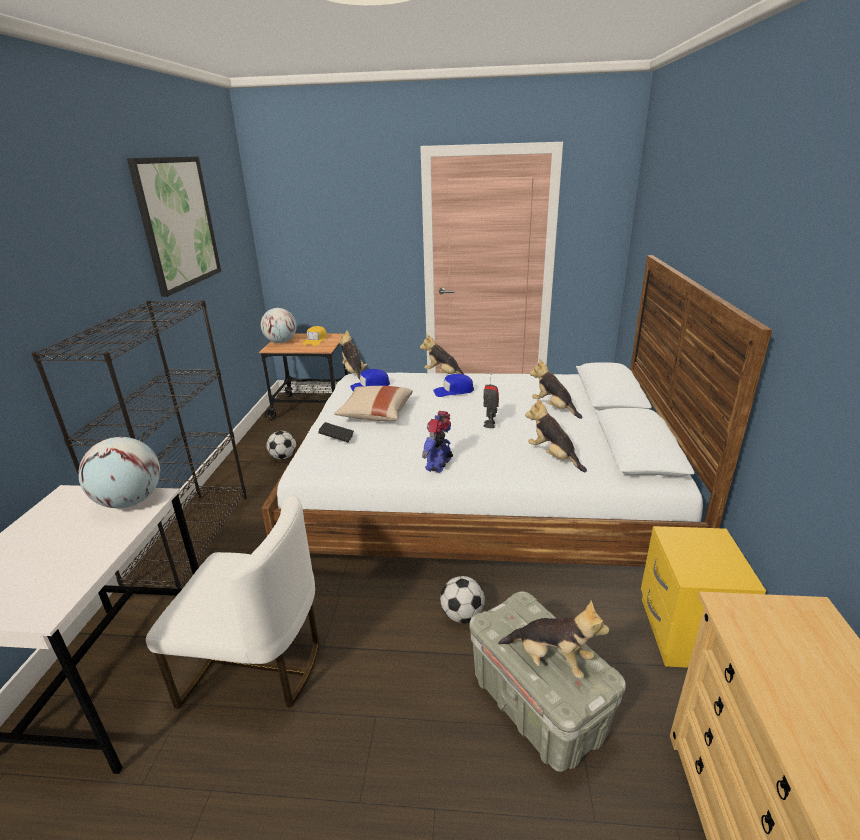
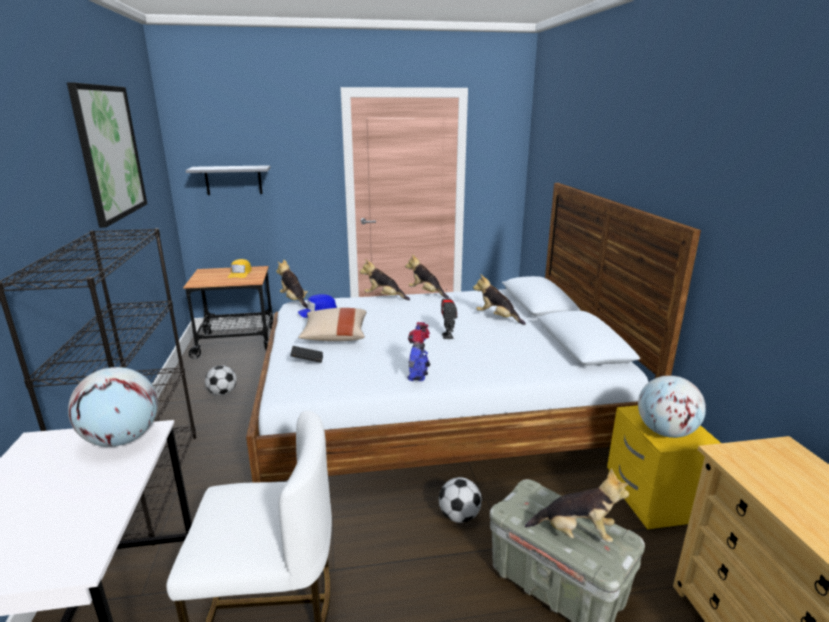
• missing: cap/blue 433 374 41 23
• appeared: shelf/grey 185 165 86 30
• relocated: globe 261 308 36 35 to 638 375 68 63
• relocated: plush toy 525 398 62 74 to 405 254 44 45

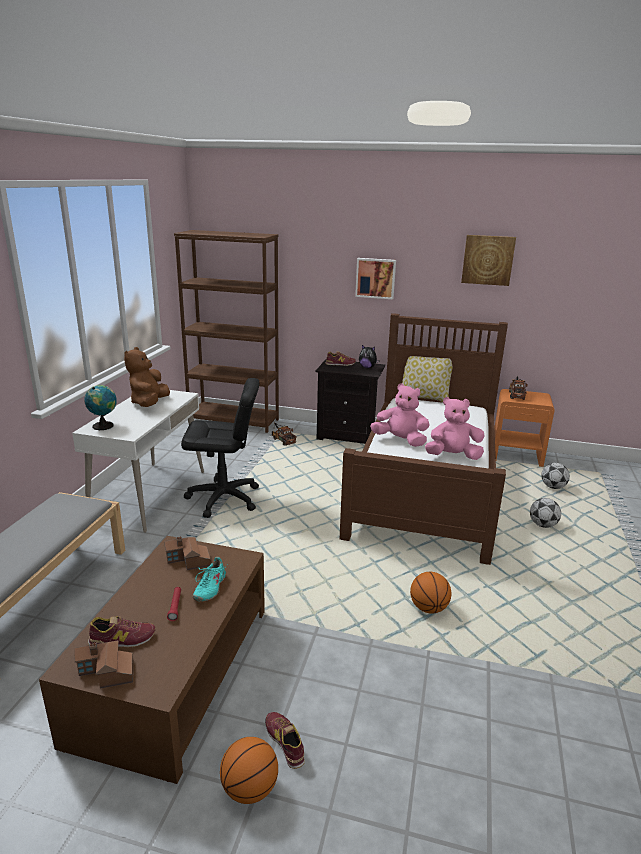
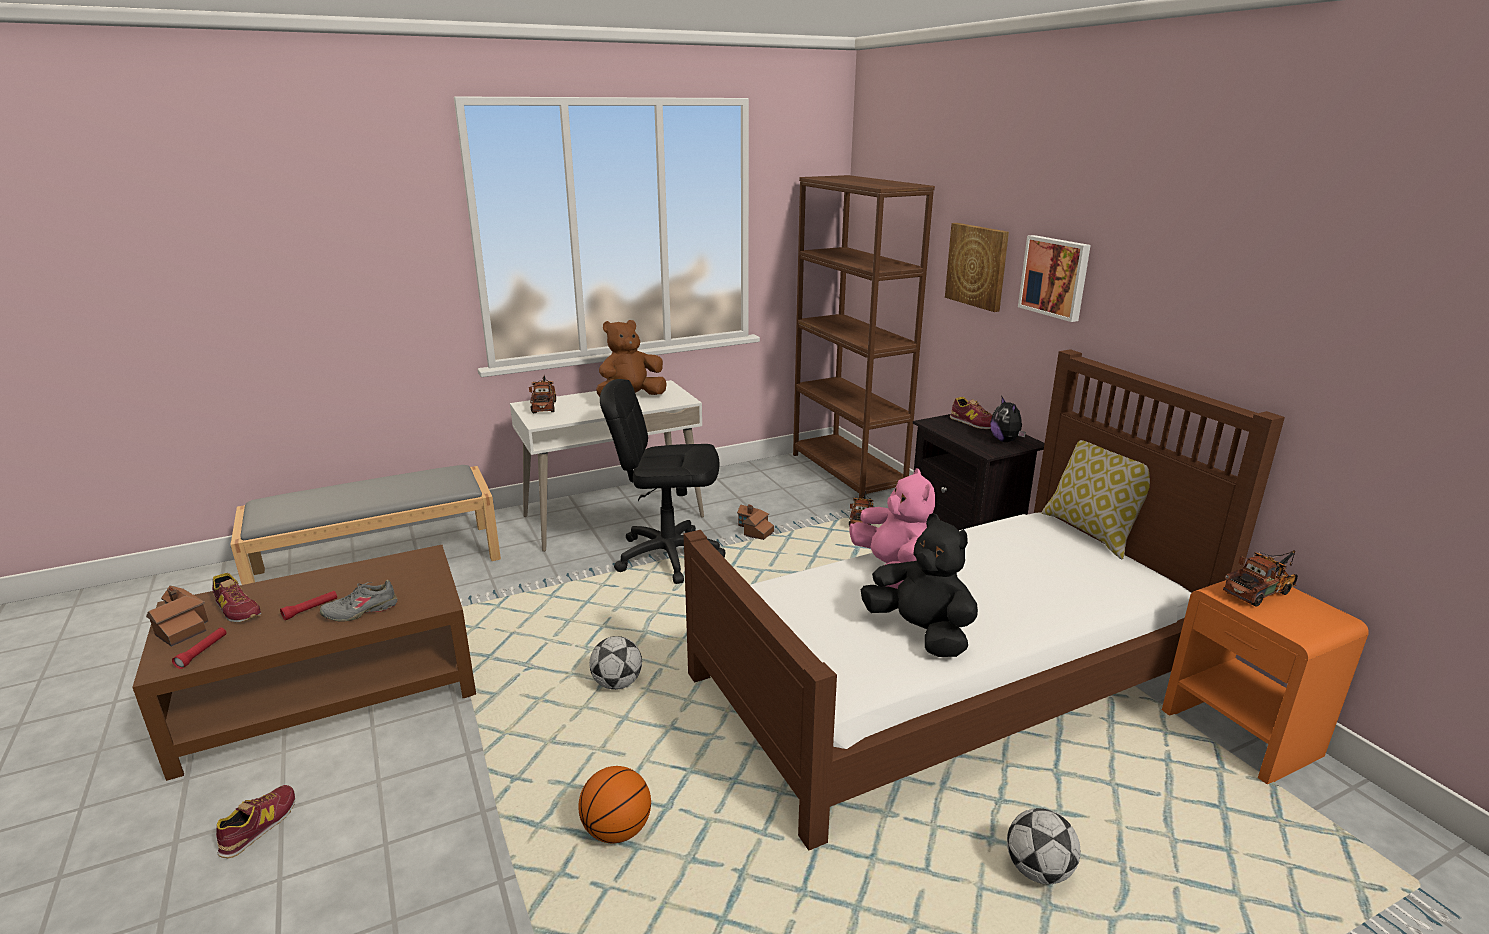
• missing: basketball 220 737 58 67
• appeared: flashlight/red 172 627 54 42
• relocated: toy house 164 536 47 34 to 737 504 37 36
• relocated: picture 461 235 55 51 to 945 223 64 89
• relocated: football 541 463 29 26 to 589 636 53 54
• exchanged: globe 84 385 33 45 to toy truck 529 375 27 38
• colour: shoe/turquoise 192 557 36 45 to shoe/grey 320 580 78 42
• colour: plush toy/pink 425 397 59 63 to plush toy/black 861 514 117 143
• spun: office chair/black 181 378 78 140 = 600 379 126 205 135 degrees clockwise

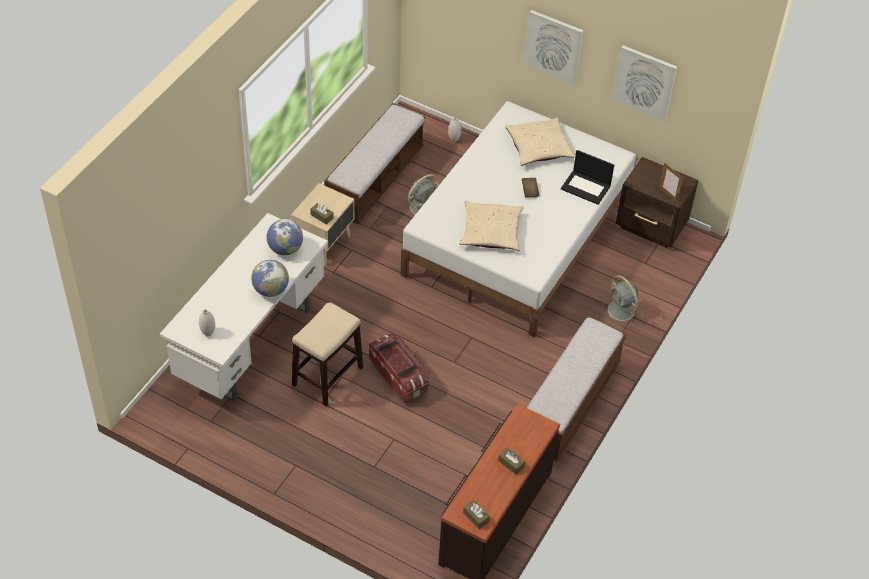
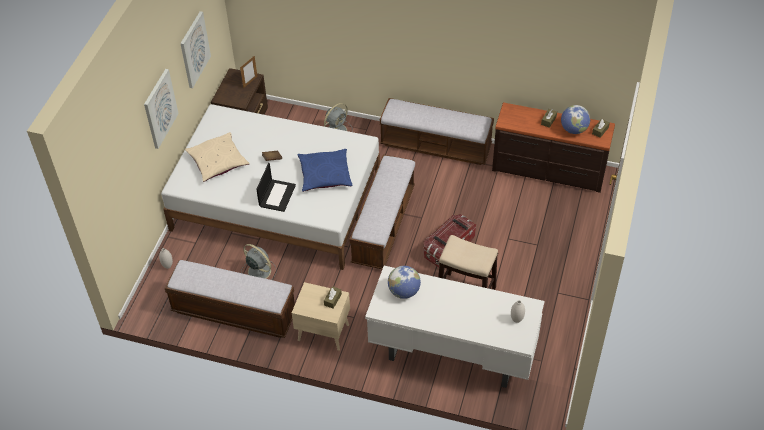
• appeared: bench 349 154 66 115
• relocated: globe 251 260 38 37 to 561 105 29 29
• relocated: laptop 561 150 53 55 to 256 163 40 49
• colour: pillow/beige 459 201 65 50 to pillow/blue 297 149 55 43

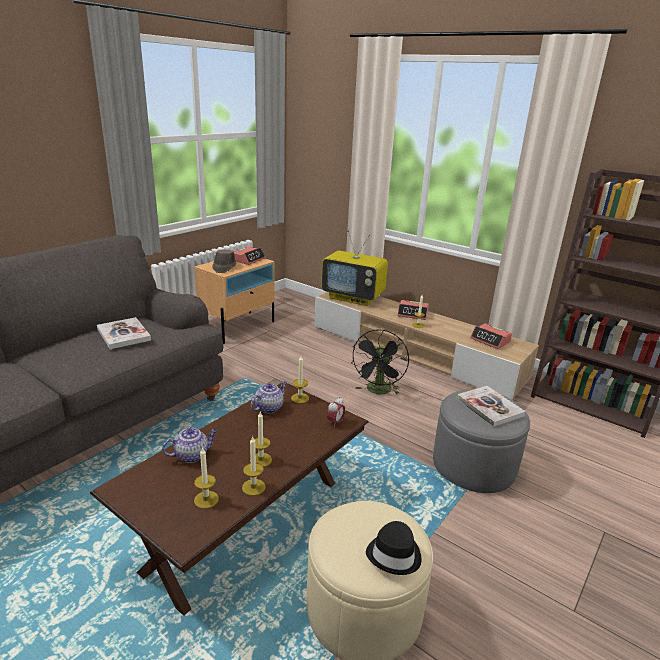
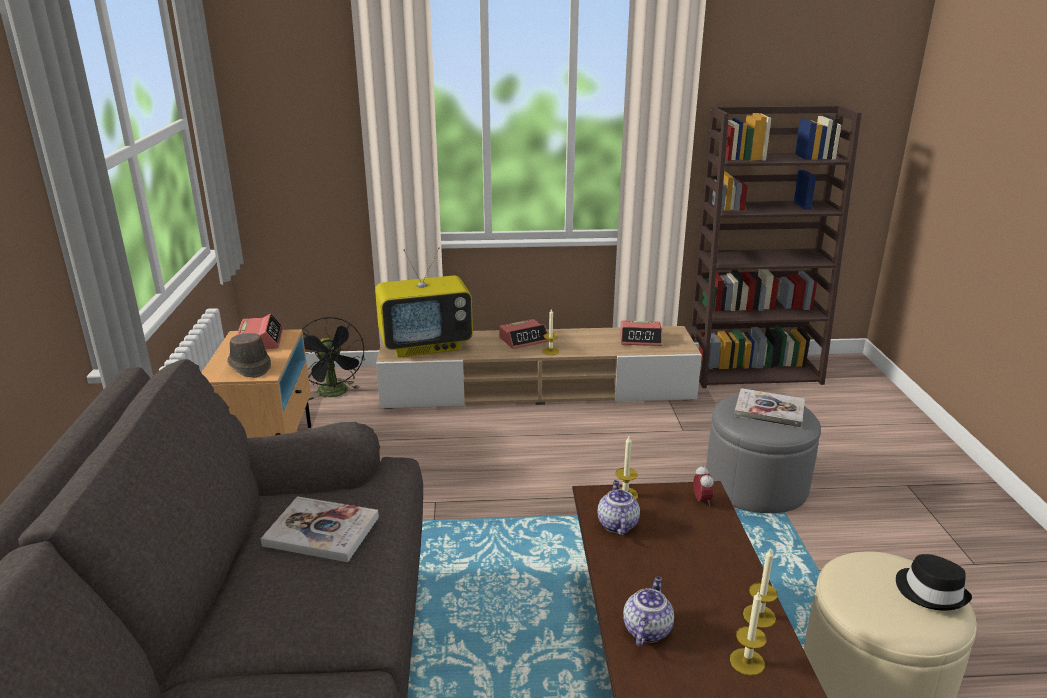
• missing: candle 250 412 22 55
• relocated: fan/black 351 329 58 66 to 302 317 63 84

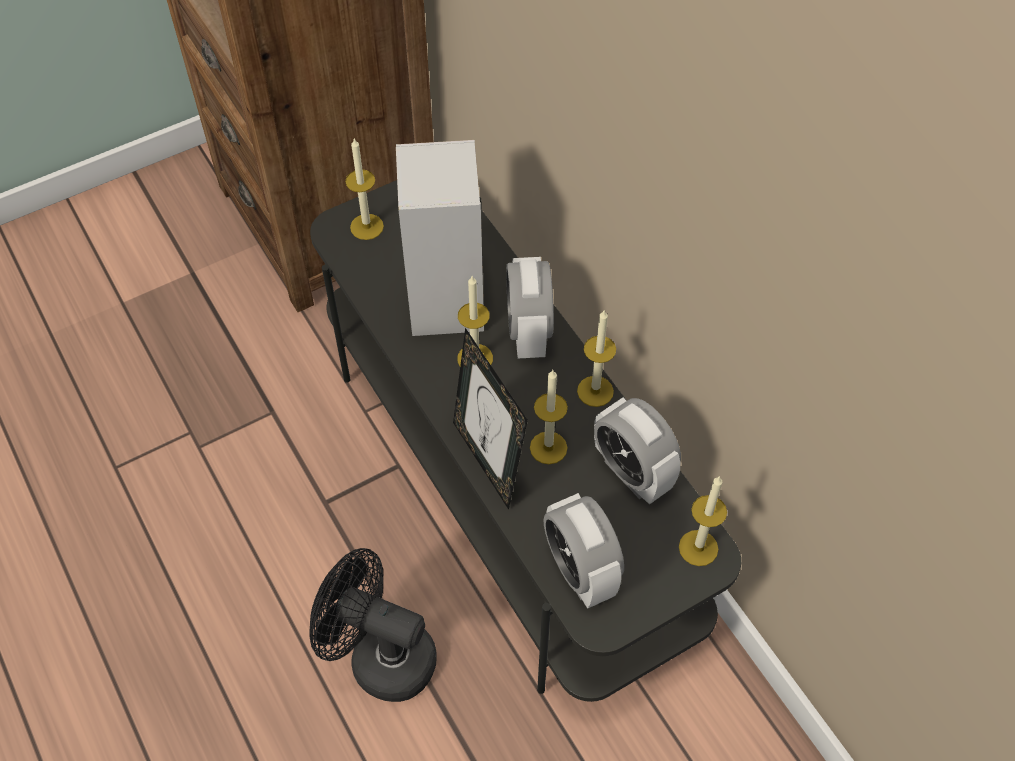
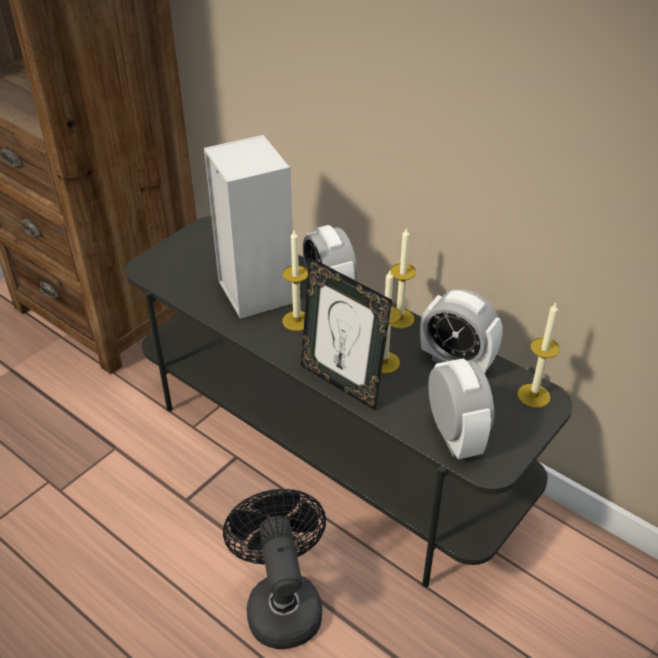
• missing: candle 345 138 39 102
• spun: fan/black 309 548 128 154 = 223 489 103 160 75 degrees clockwise
• spun: alarm clock 543 493 81 116 = 428 359 66 100 150 degrees counterclockwise

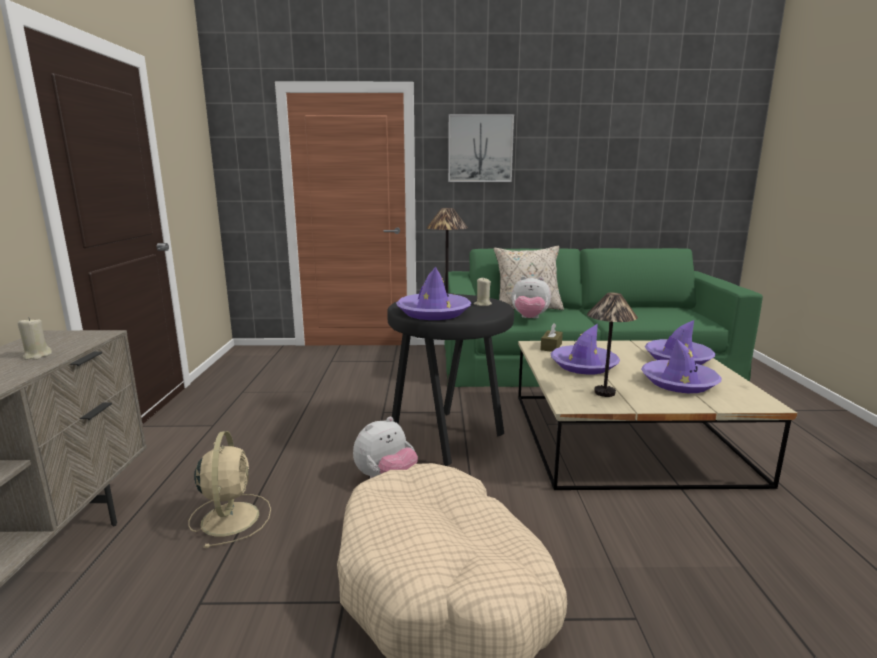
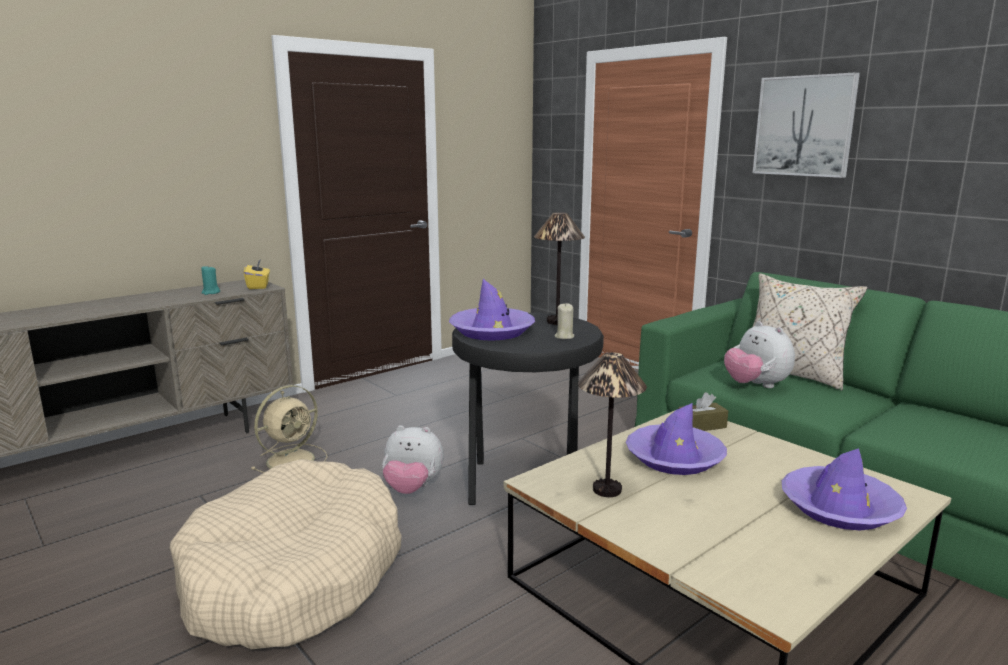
• missing: hat/purple 641 339 80 54
• appeared: tissue box/yellow 244 259 26 30
• colour: candle/beige 18 317 34 43 to candle/turquoise 201 267 19 28

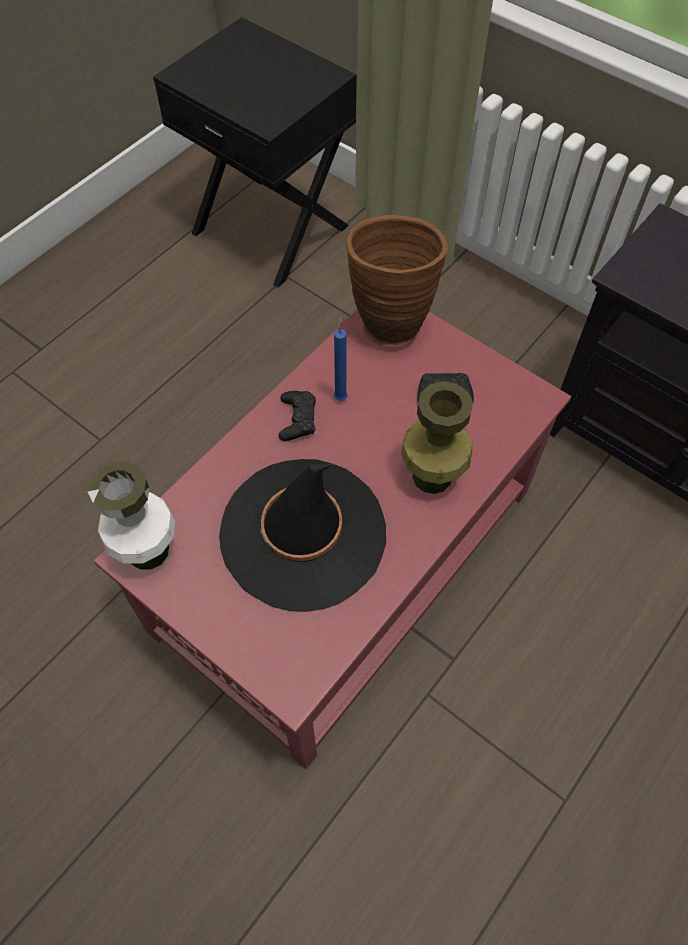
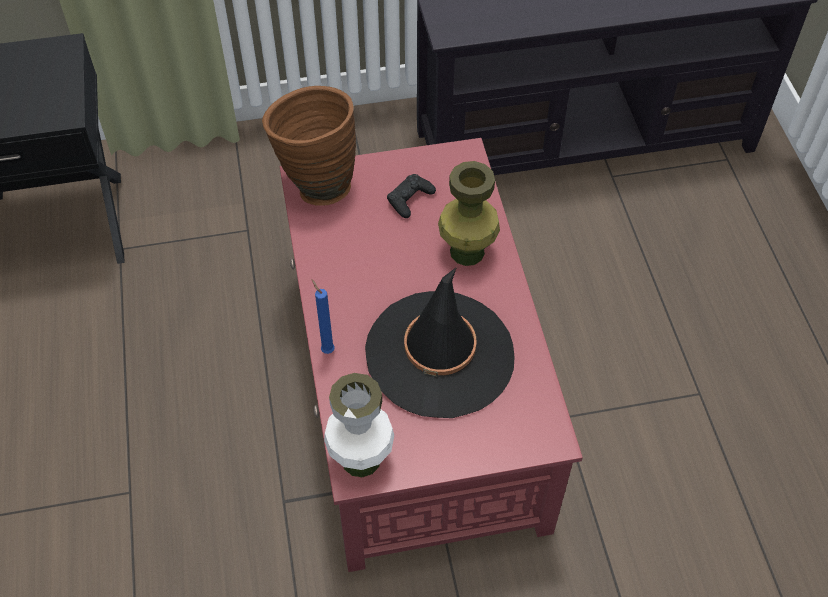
• missing: game controller/black 278 391 38 50
• relocated: candle/blue 334 315 14 86 to 312 279 23 75

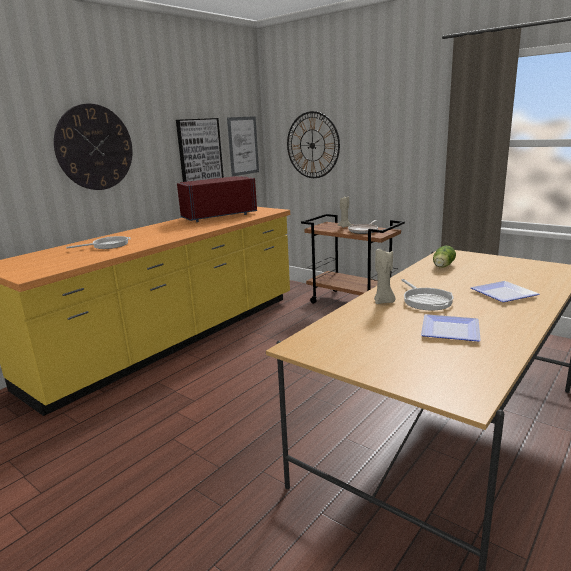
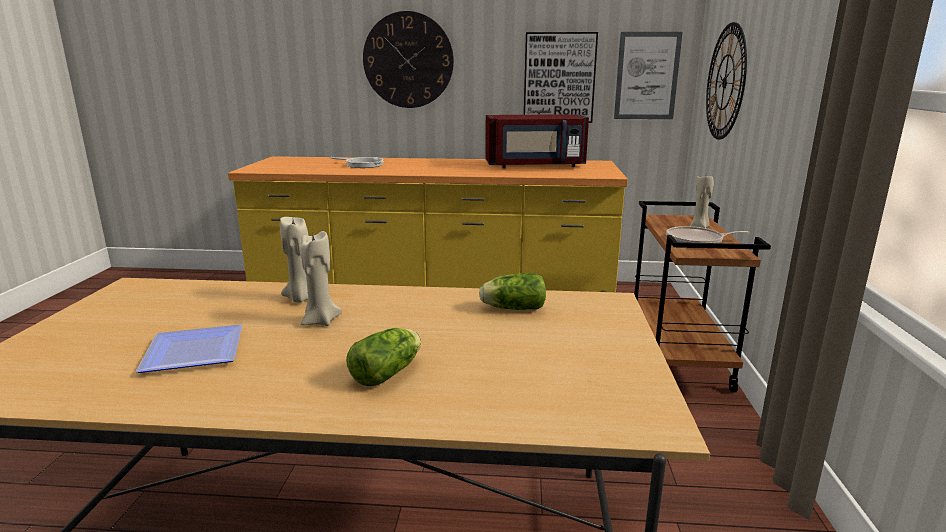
• exchanged: frying pan 401 279 52 31 to candle/beige 300 231 42 95
• exchanged: plate 470 281 70 21 to lettuce 346 328 75 58
• spun: microwave/red 177 176 80 46 = 485 114 104 54 150 degrees clockwise

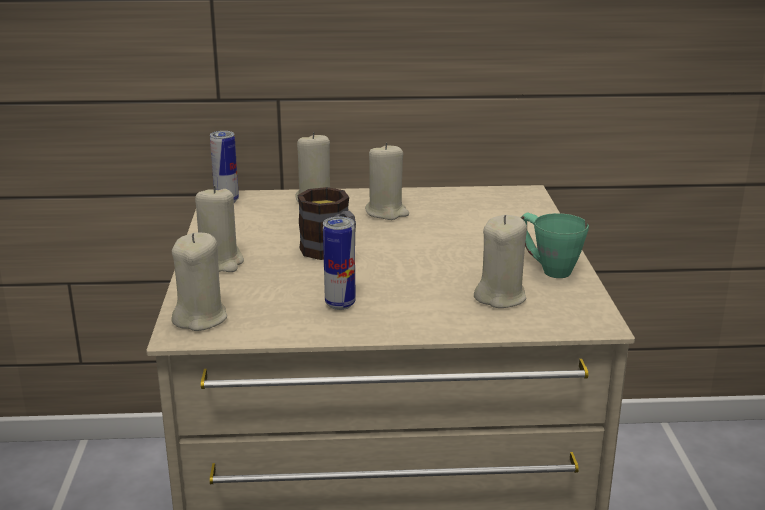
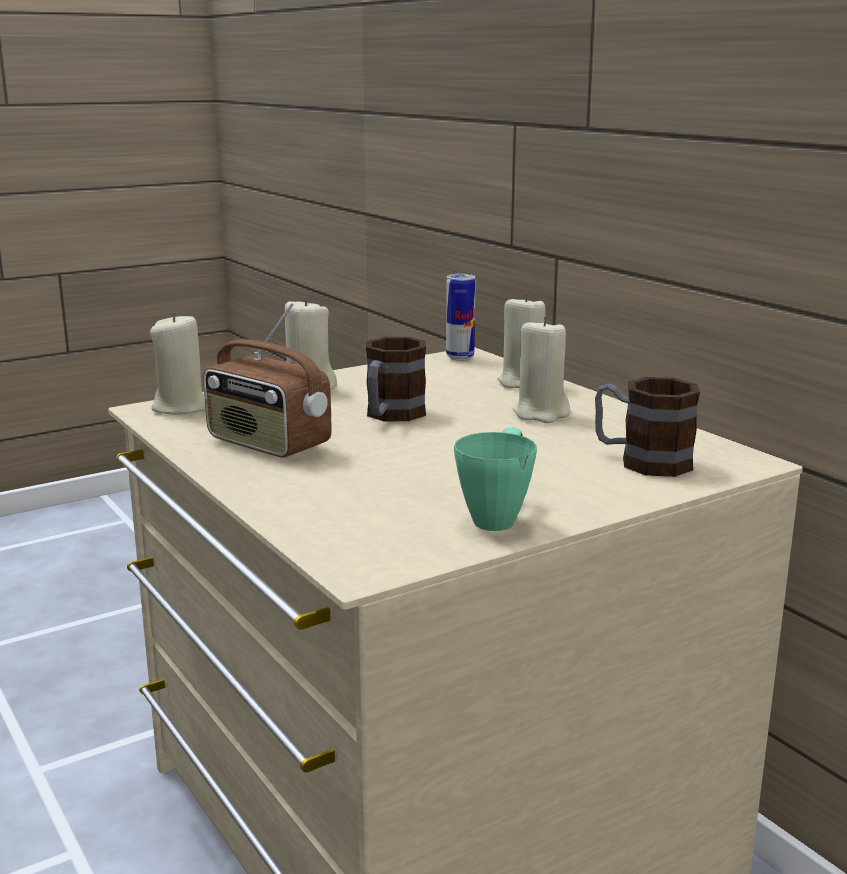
• missing: candle/beige 474 215 53 93
• appeared: mug 595 377 105 100
• exchanged: can 323 217 33 93 to radio 204 302 127 155

